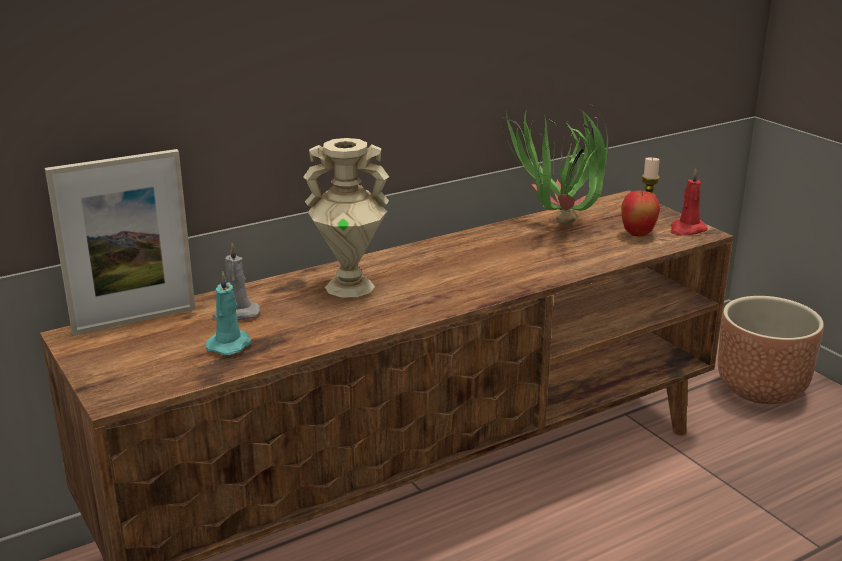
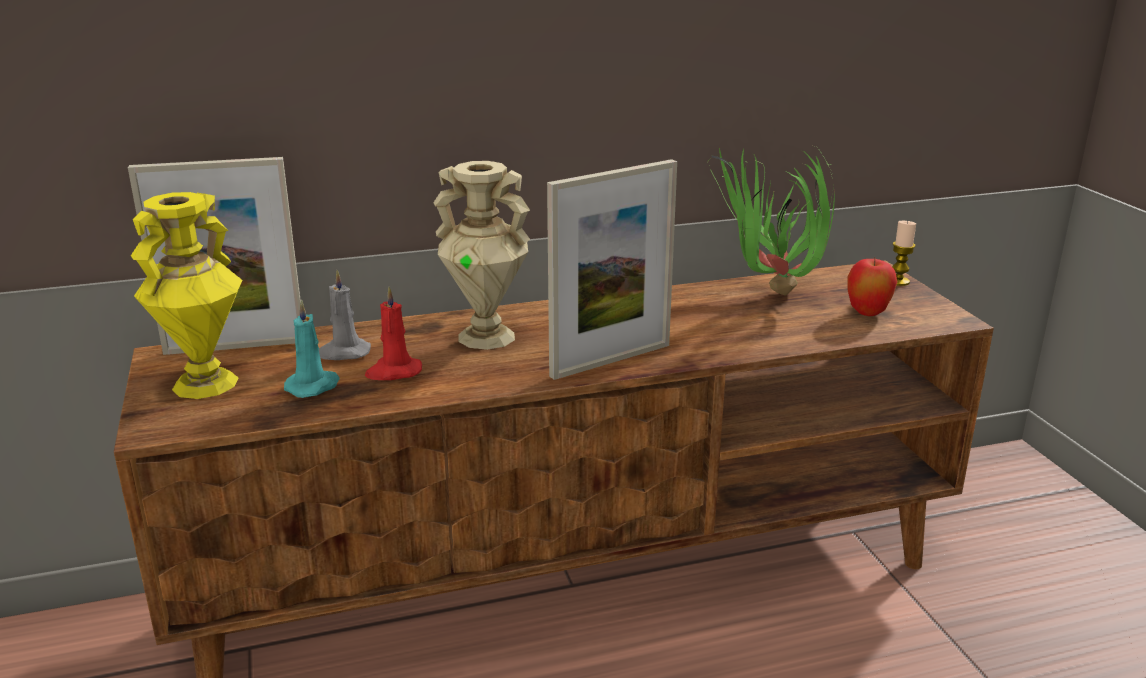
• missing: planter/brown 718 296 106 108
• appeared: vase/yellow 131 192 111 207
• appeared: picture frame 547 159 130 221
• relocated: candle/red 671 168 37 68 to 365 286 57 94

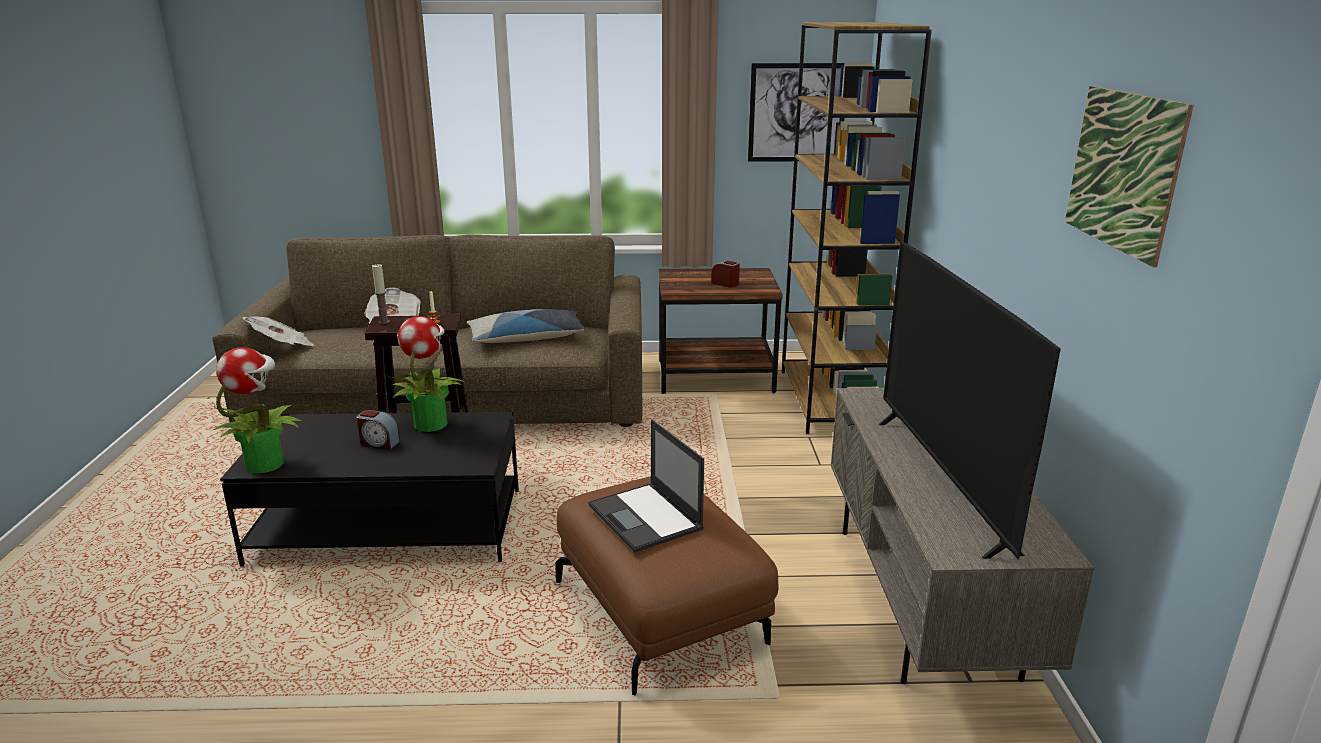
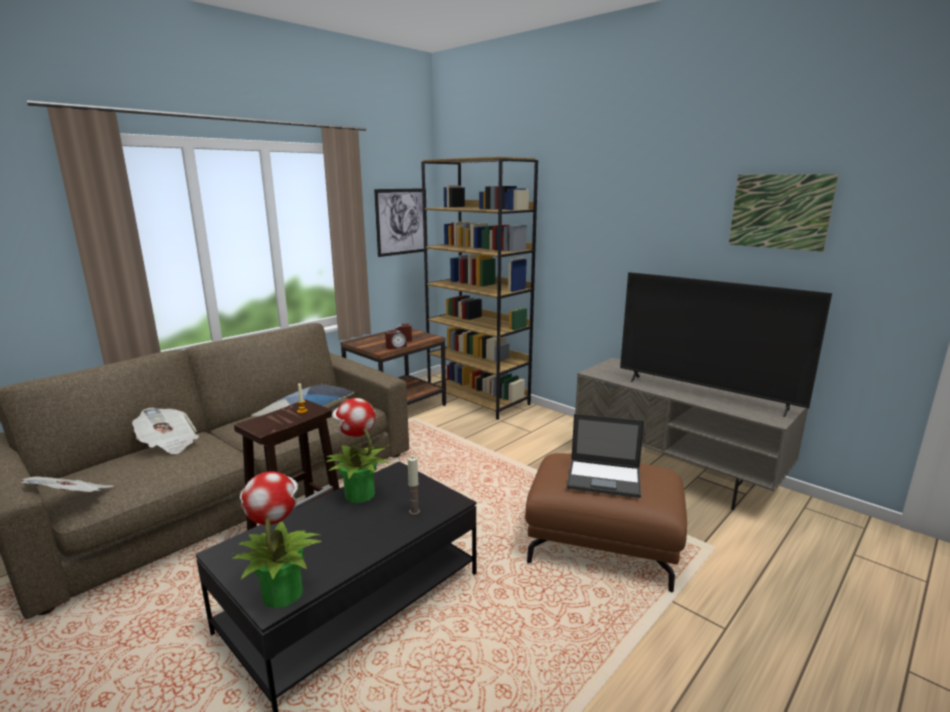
• relocated: alarm clock 356 410 44 39 to 385 330 22 19
• relocated: candle 372 264 17 60 to 407 456 13 59

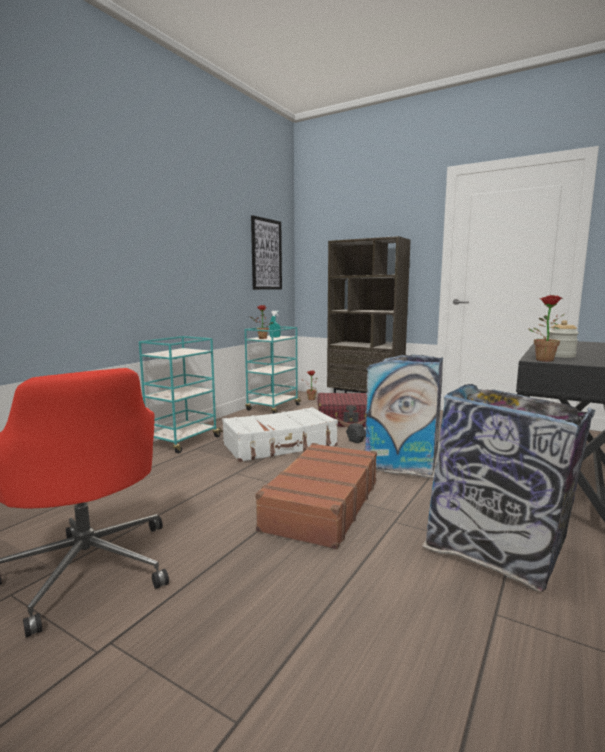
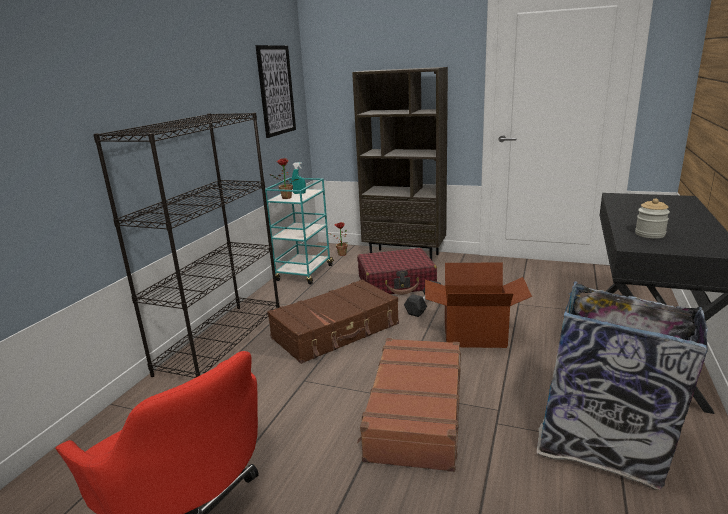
• missing: potted plant 528 295 37 66
• exchanged: cart/turquoise 139 336 84 118 to bookcase/black 93 113 187 265
• exchanged: trash can 364 355 80 123 to cardboard box 425 262 107 86
• colour: suitcase/white 222 407 116 55 to suitcase/brown 267 279 132 85

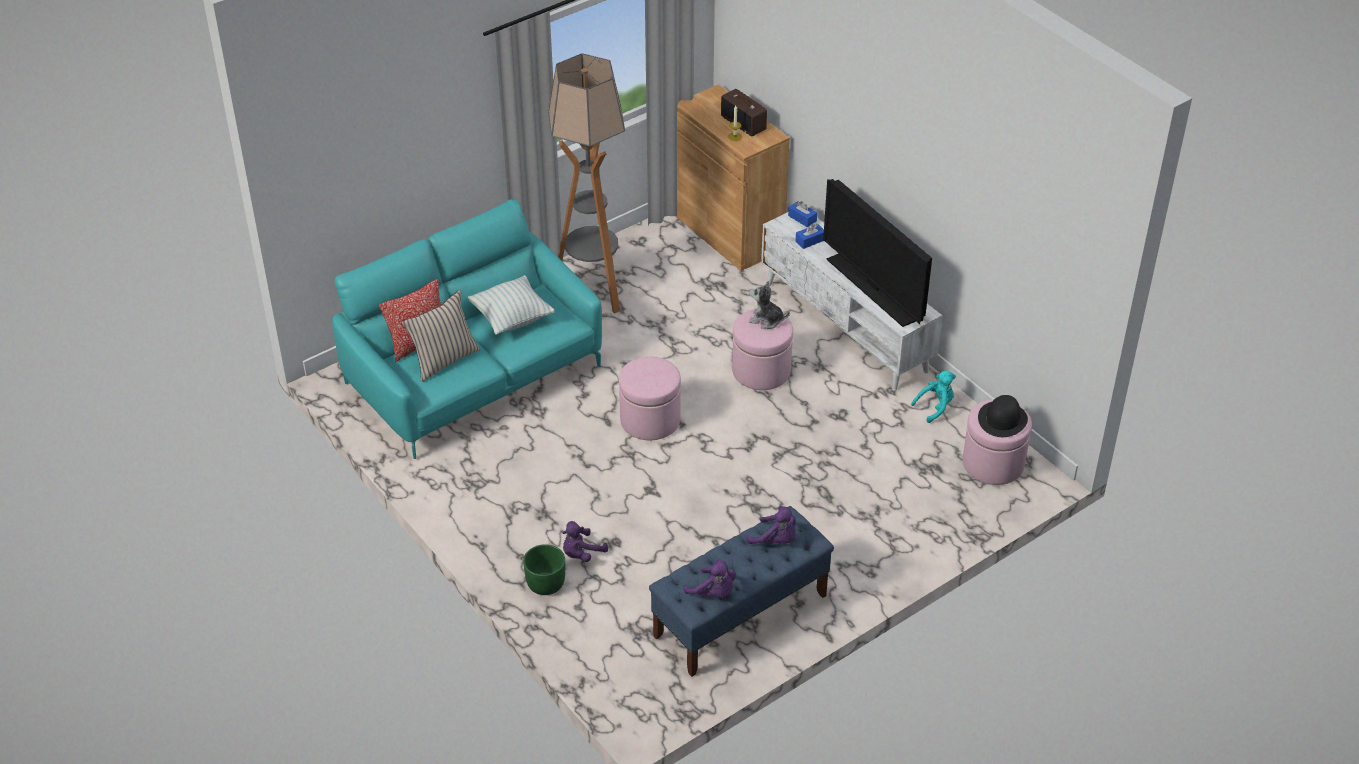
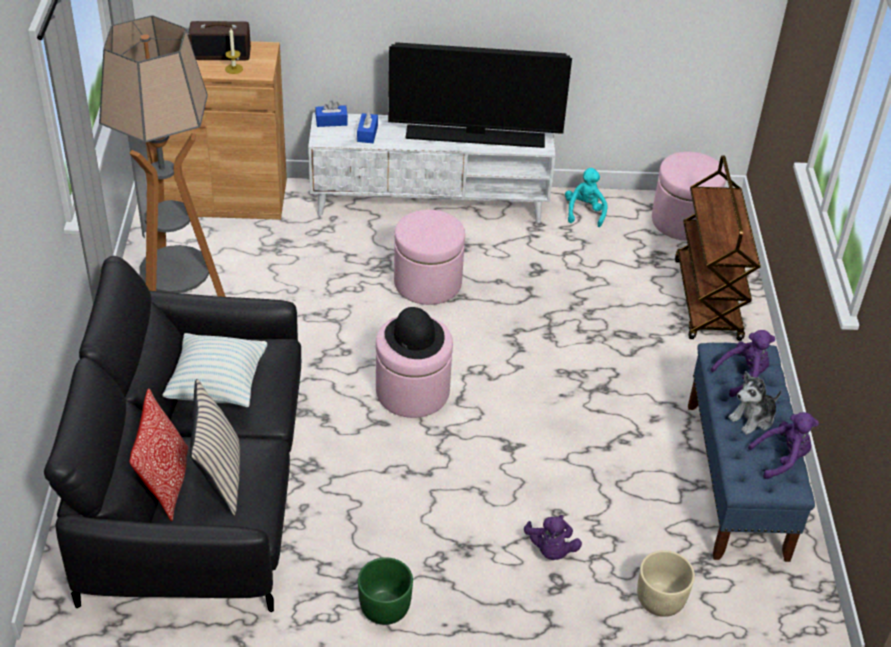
• appeared: planter/beige 637 550 58 67
• appeared: cart/brown 675 155 86 186
• relocated: planter/green 523 544 42 51 to 358 557 55 68
• relocated: plush toy 749 281 41 48 to 728 371 54 64
• relocated: hat/black 978 395 50 42 to 384 307 61 52
• colour: sofa/turquoise 332 199 270 260 to sofa/black 44 256 257 356

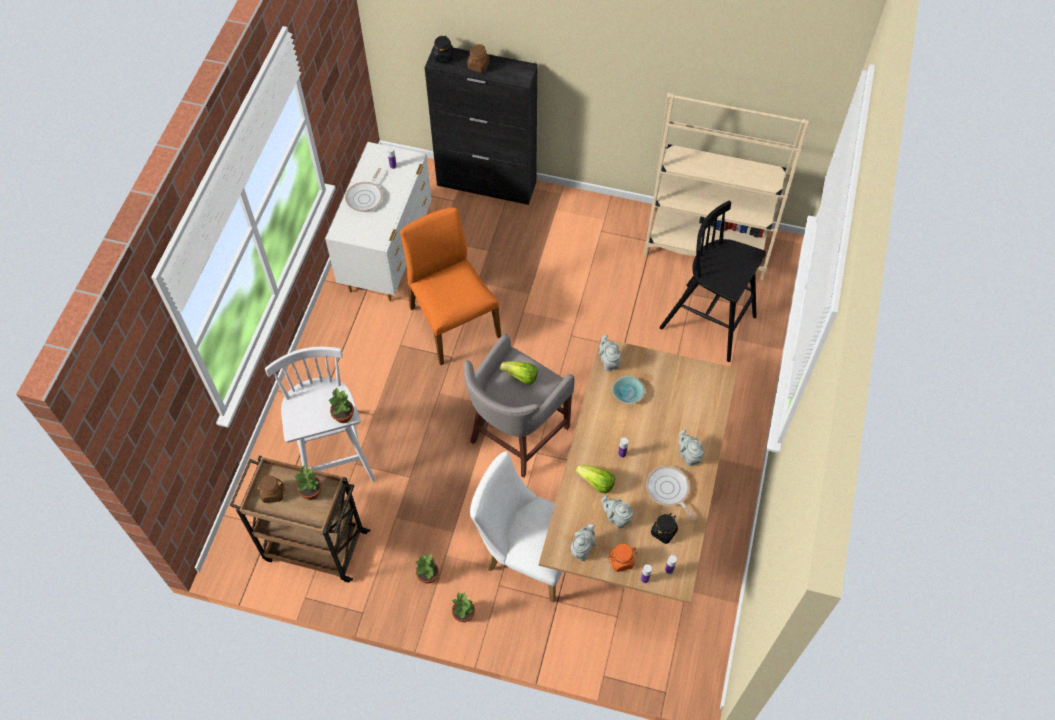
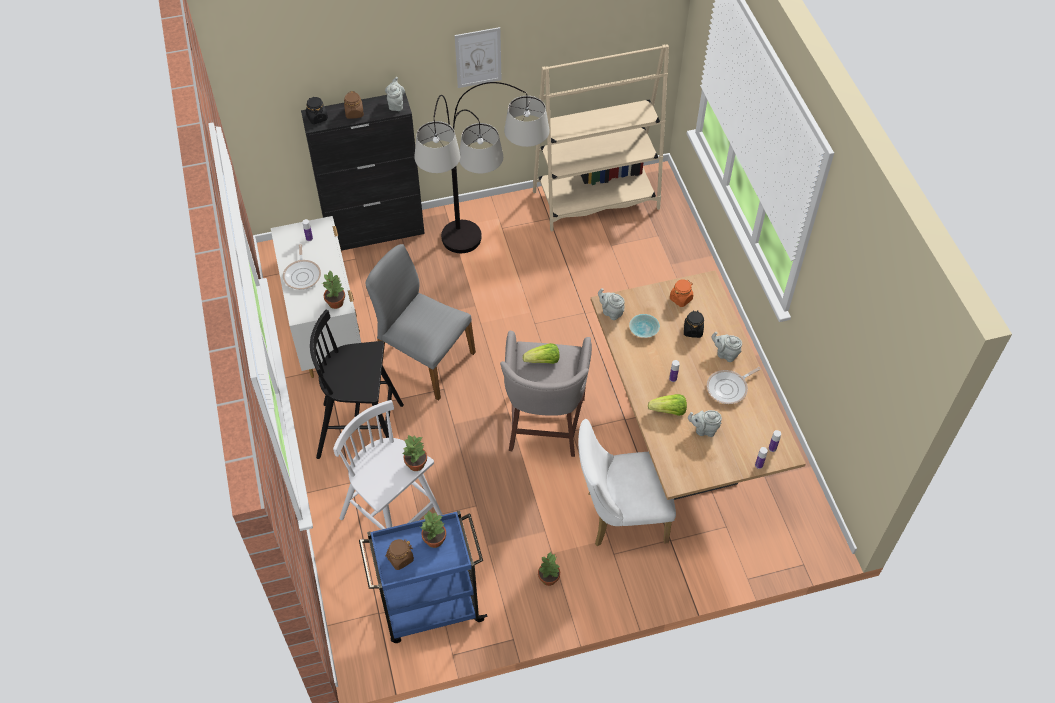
• appeared: floor lamp 414 82 136 171
• appeared: picture 455 27 47 61
• relocated: potted plant 452 592 23 30 to 322 271 23 38
• relocated: teapot/grey 571 523 25 38 to 385 77 20 34
• relocated: jar/orange 608 543 30 29 to 670 280 23 27
• relocated: jar/black 651 513 27 31 to 684 310 20 28
• relocated: stool/black 660 201 106 161 to 310 310 94 149
• colour: cart/brown 230 456 140 126 to cart/blue 359 510 128 133
• colour: chair/orange 400 207 101 158 to chair/grey 366 244 110 157
• spun: frying pan 646 466 50 55 = 707 367 54 37 60 degrees counterclockwise

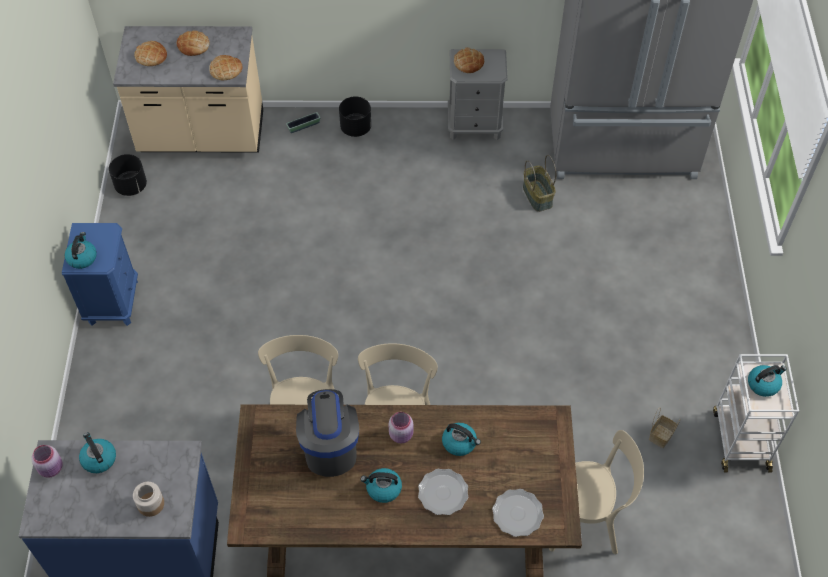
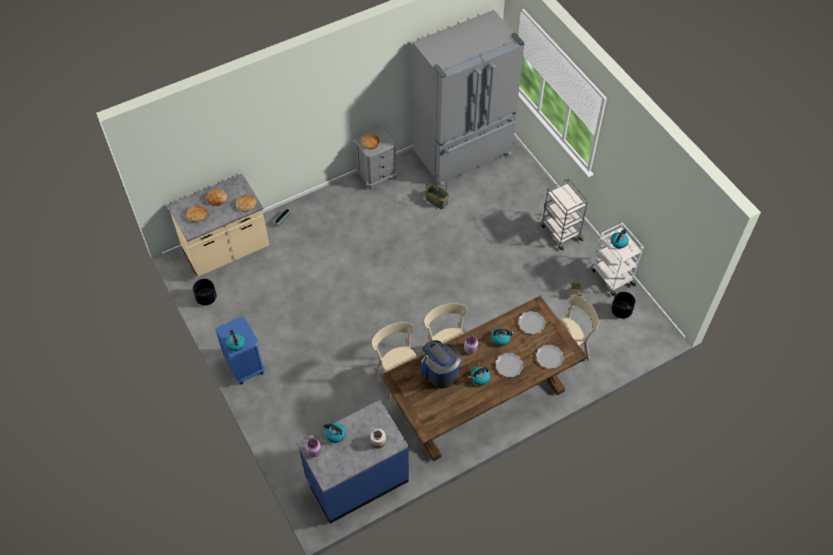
• appeared: plate 518 311 28 23
• appeared: cart/grey 541 178 47 73
• relocated: planter/black 339 96 32 41 to 611 292 25 27

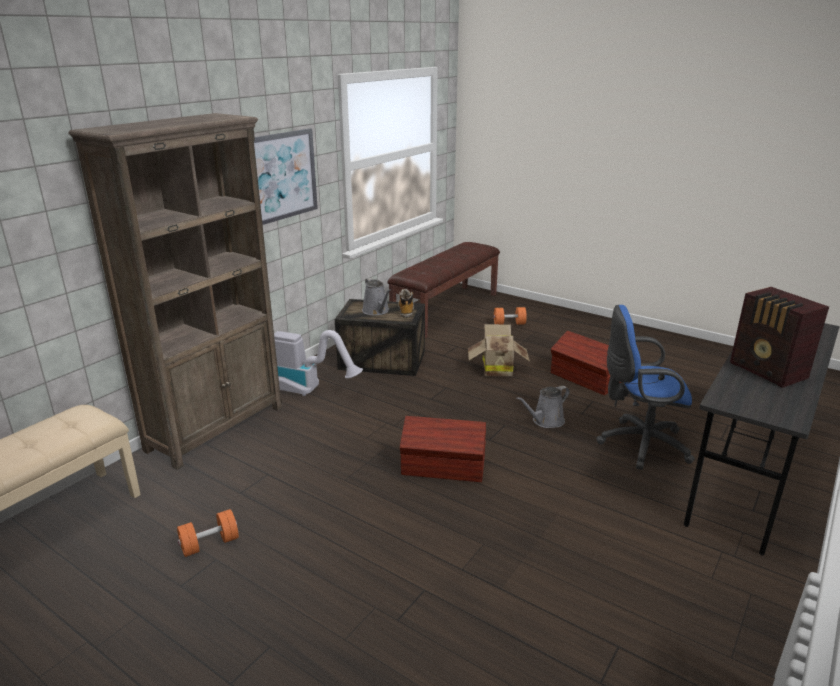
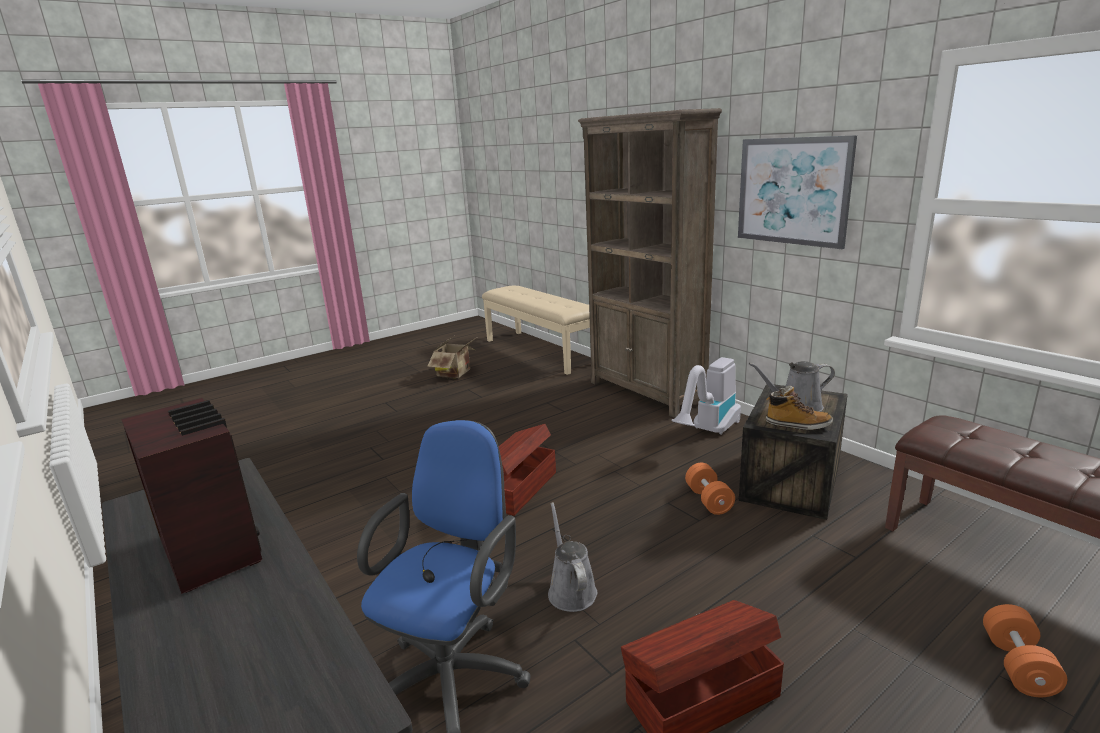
• relocated: dumbbell/orange 177 509 62 48 to 685 463 50 52
• relocated: cardboard box 468 324 62 53 to 427 336 49 42
• spun: radio 730 287 99 101 = 121 398 141 196 60 degrees clockwise

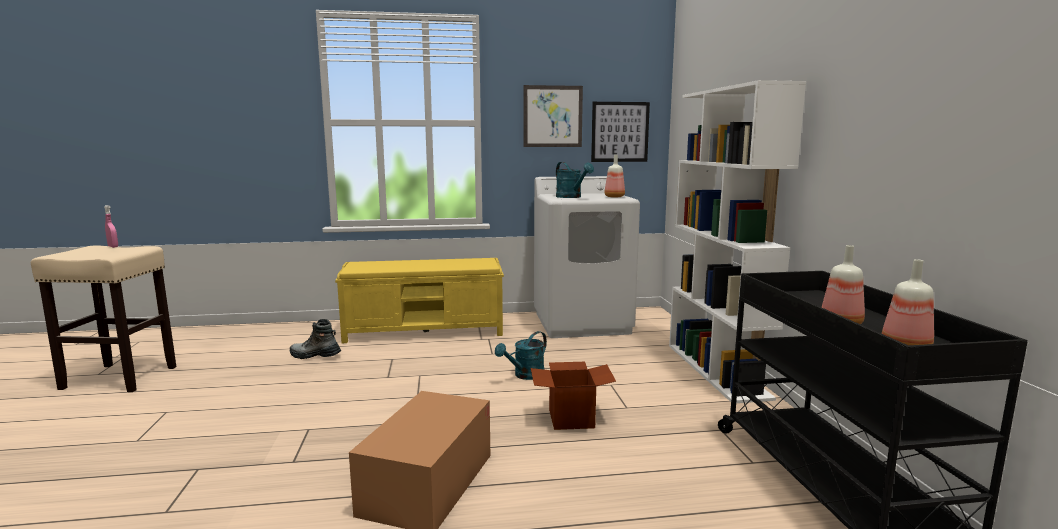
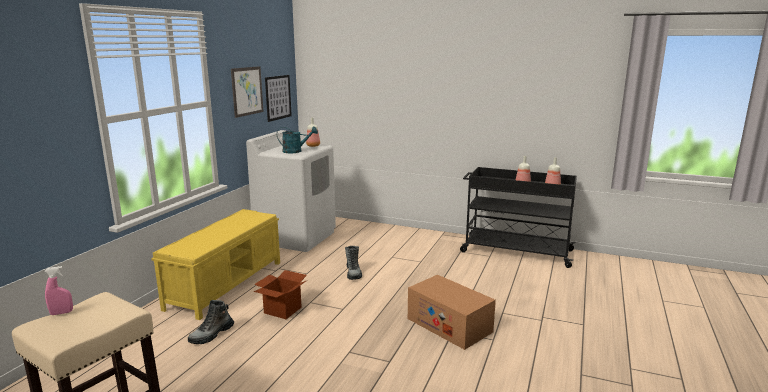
• missing: bookcase/white 669 80 137 323
• relocated: cardboard box 531 362 85 68 to 254 270 53 49
• exchanged: watering can/turquoise 495 331 52 49 to boot 345 246 17 34

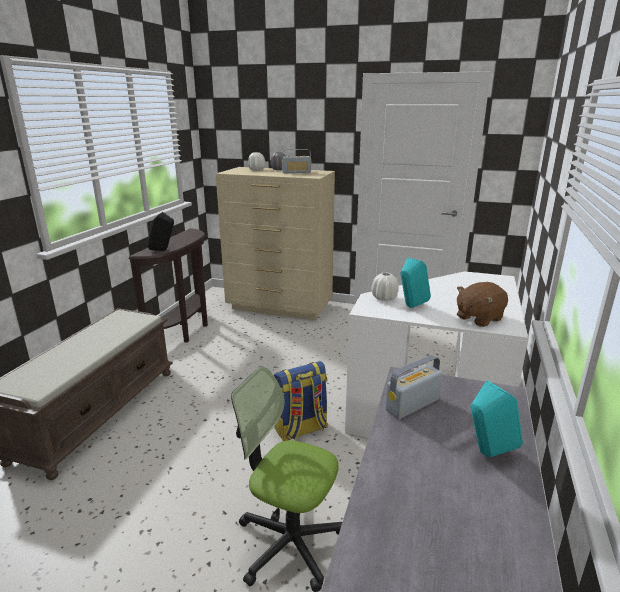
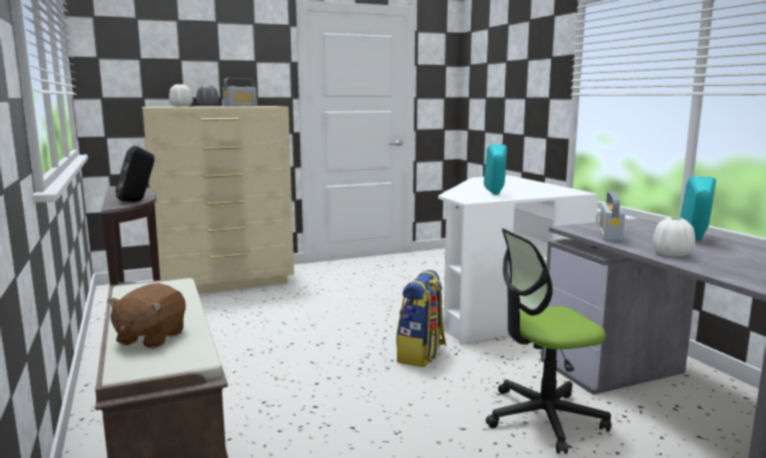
• relocated: vase/white 372 273 27 28 to 653 217 42 40
• relocated: plush toy/brown 457 282 51 45 to 107 283 79 65

